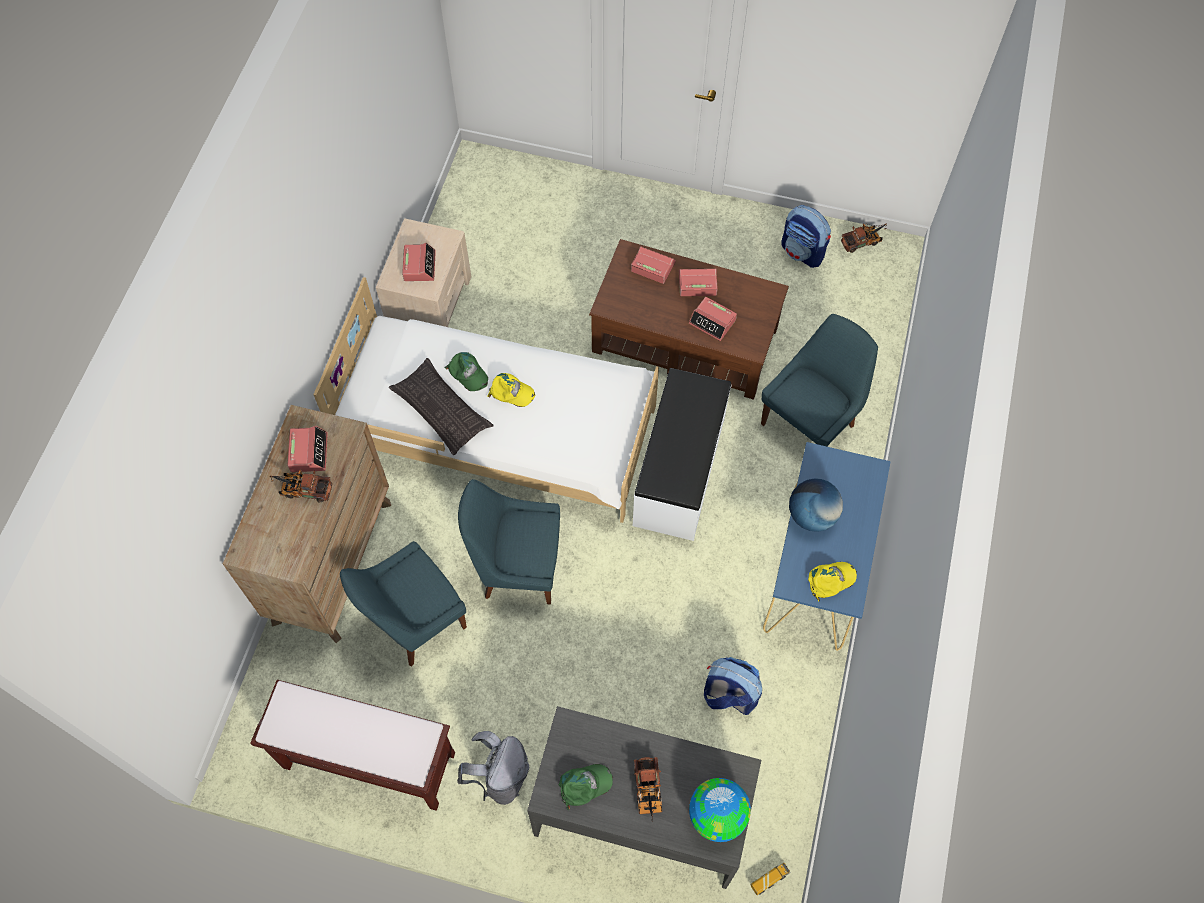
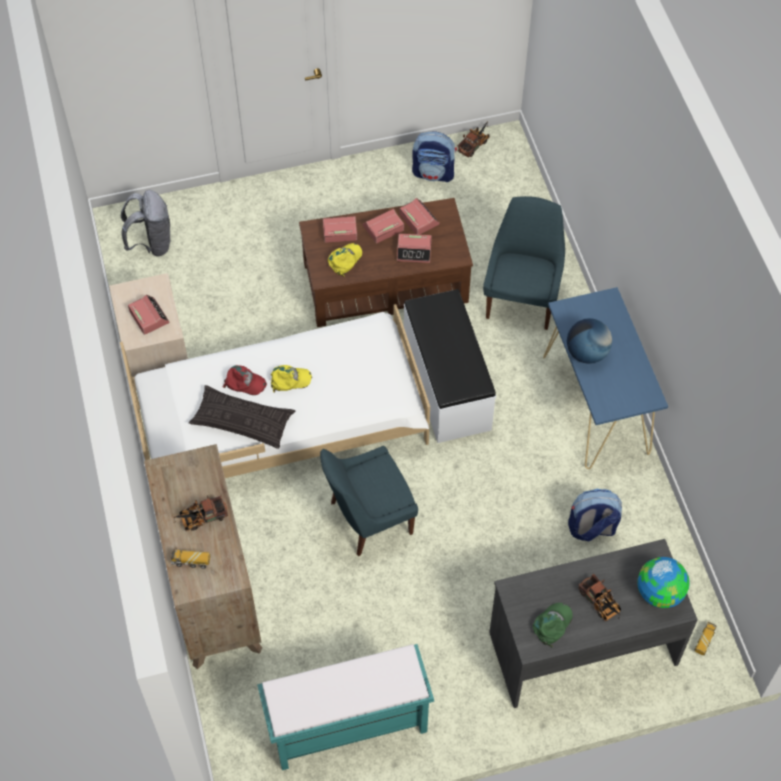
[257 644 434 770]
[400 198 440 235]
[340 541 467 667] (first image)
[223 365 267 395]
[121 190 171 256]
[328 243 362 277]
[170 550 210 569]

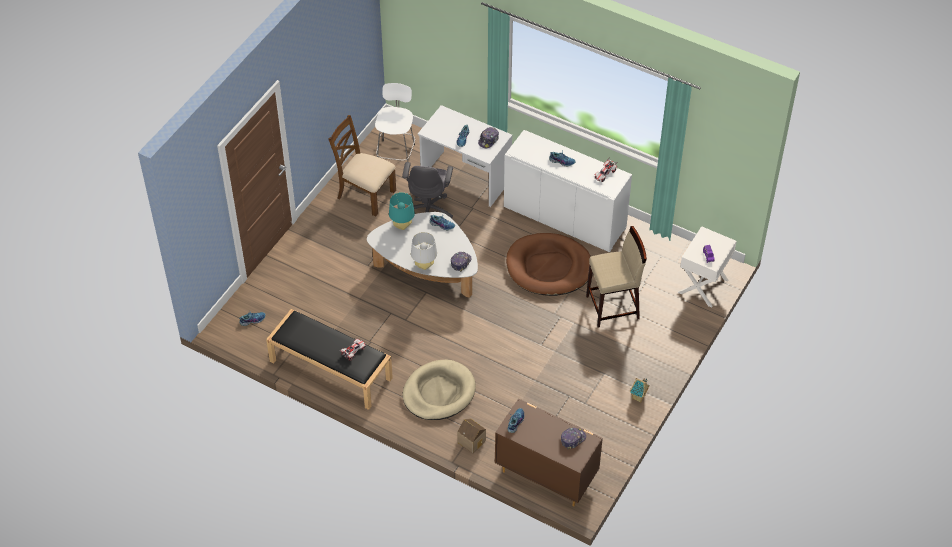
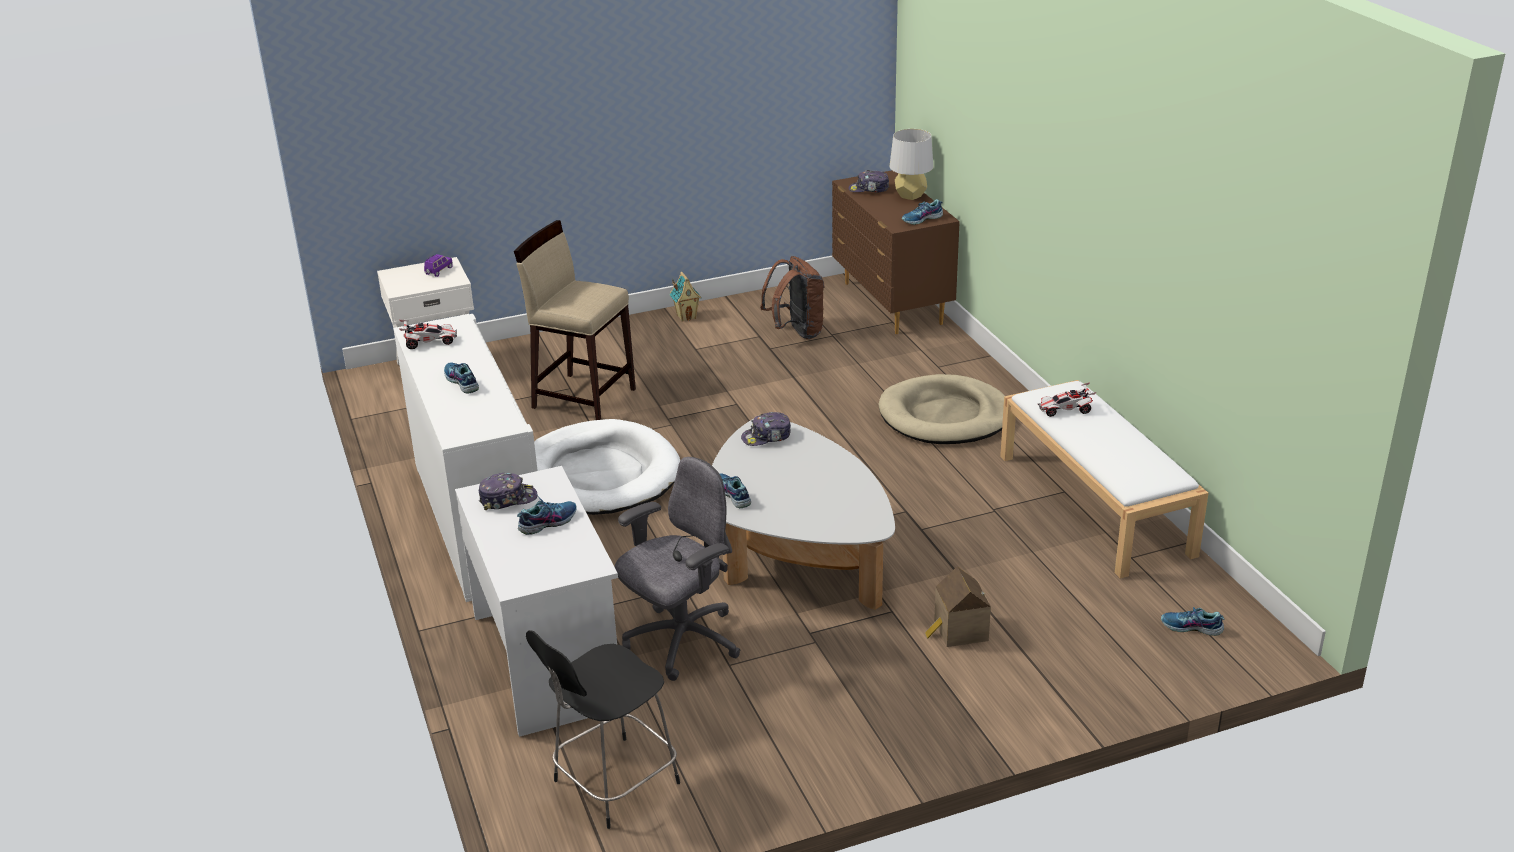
[1000 380 1209 578]
[328 115 396 217] (first image)
[526 630 680 829]
[389 192 415 230] (first image)
[890 129 933 200]
[925 566 991 647]
[534 419 680 515]
[760 256 825 339]

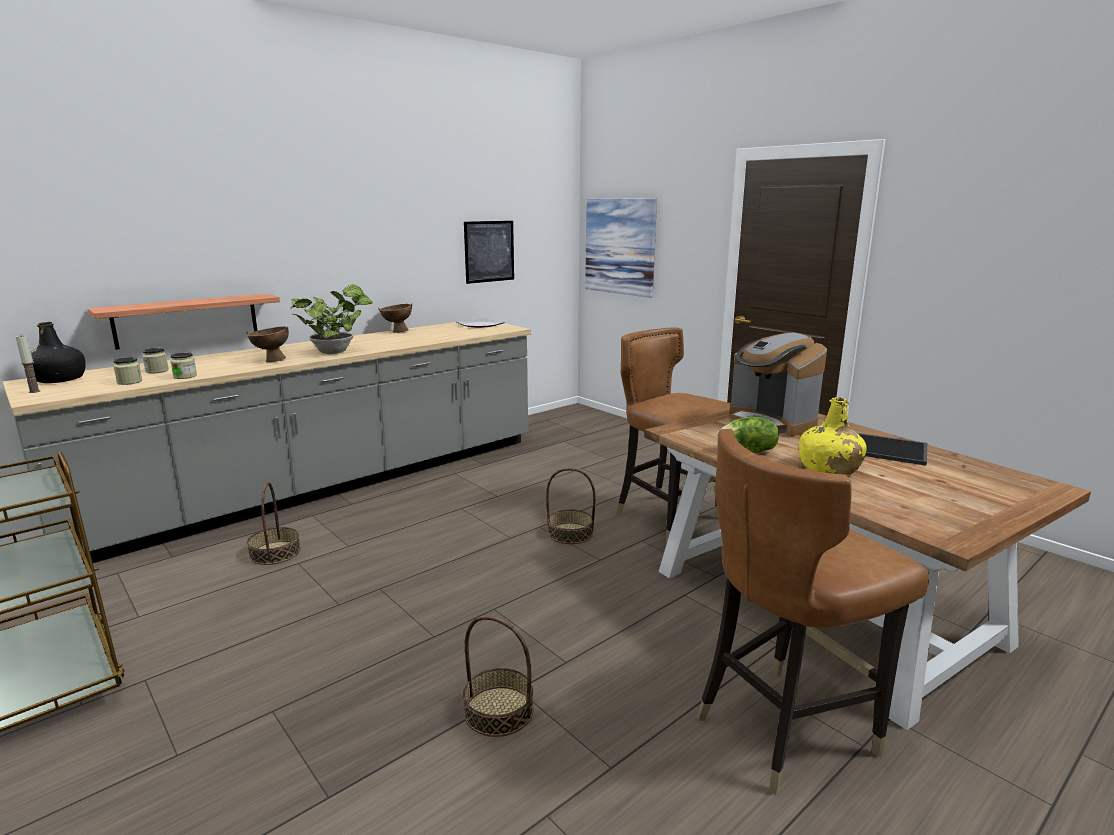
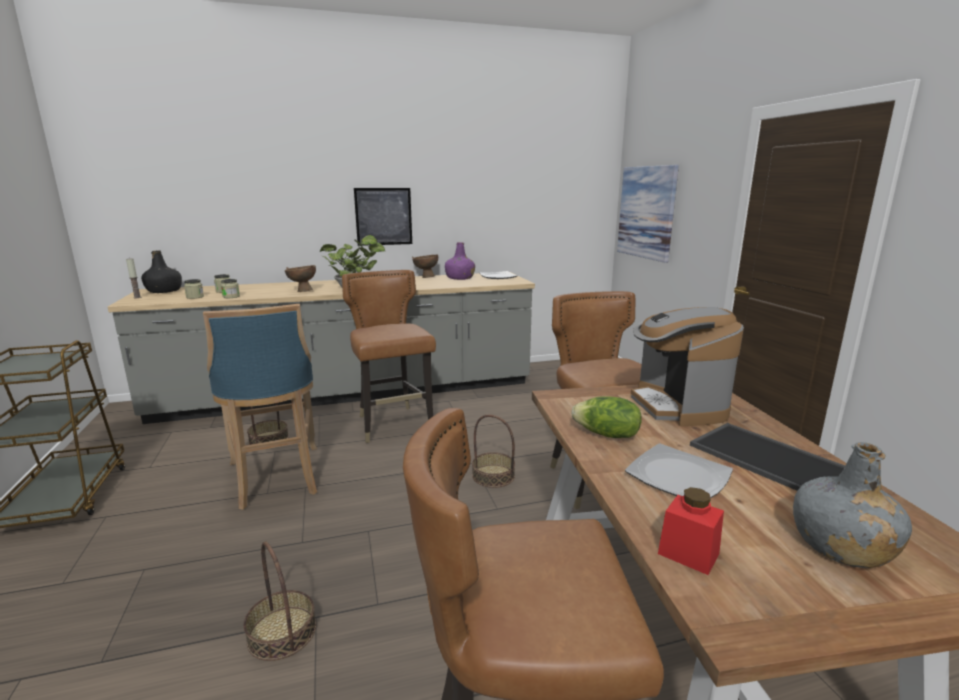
[88 293 280 350] (first image)
[354 188 412 246]
[625 444 733 498]
[203 304 317 510]
[342 270 436 443]
[445 242 475 280]
[658 487 724 575]
[793 442 912 568]

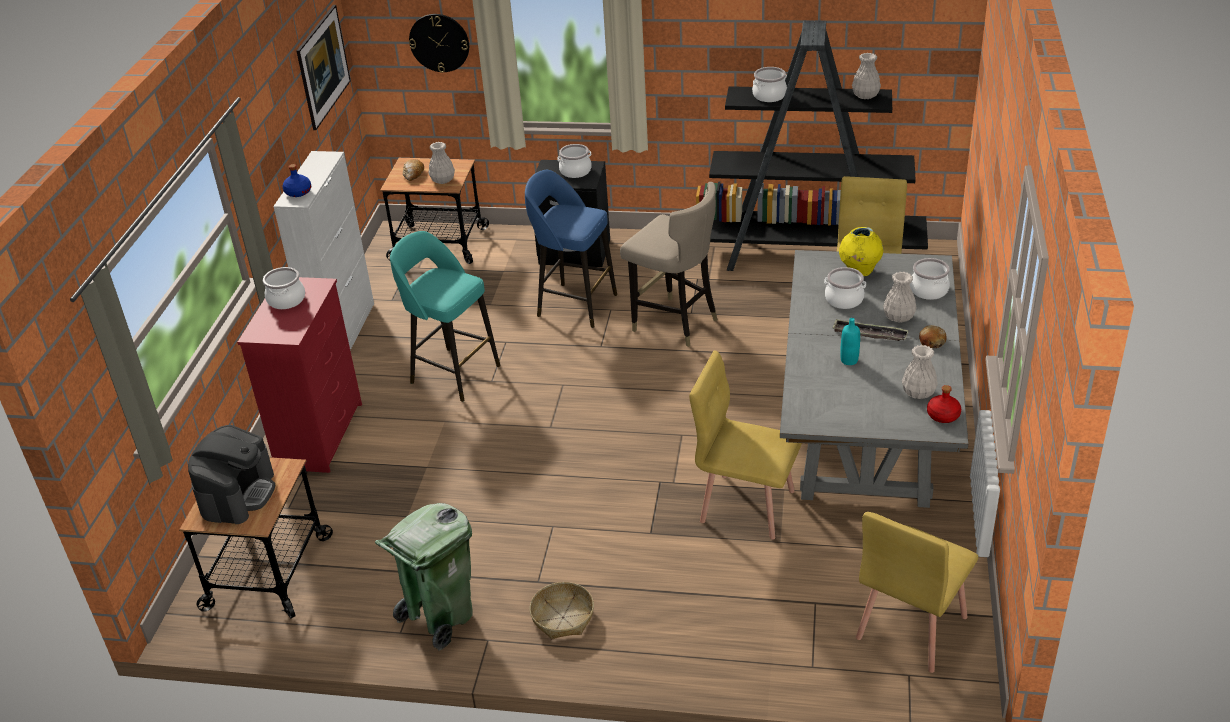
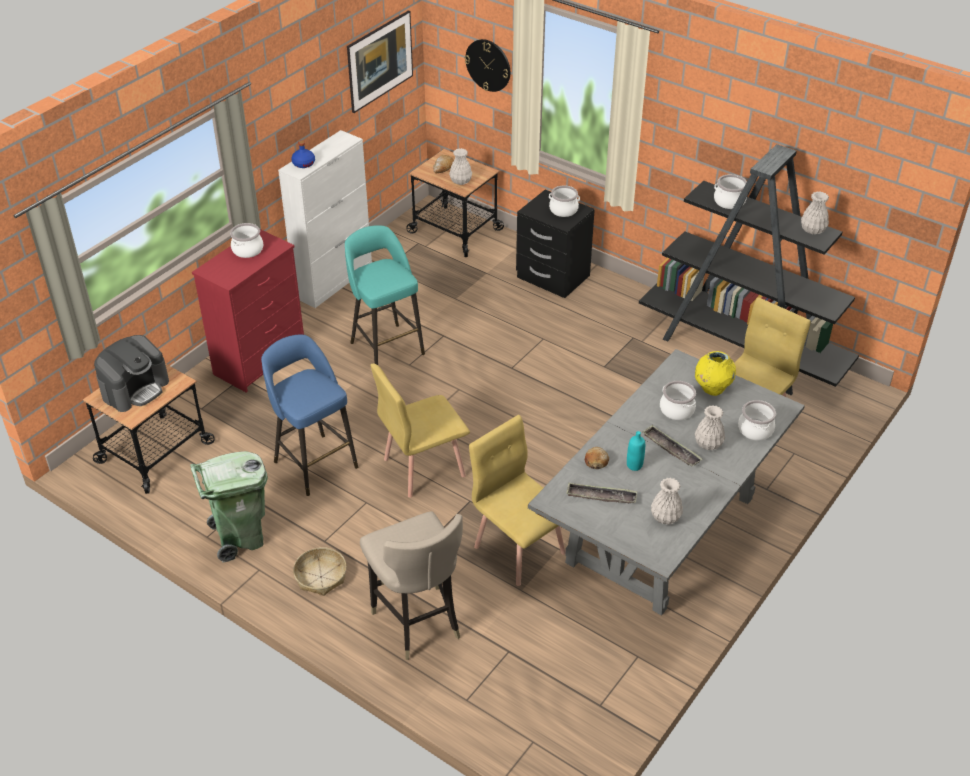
[261 334 358 496]
[360 511 463 660]
[370 363 470 498]
[585 447 609 469]
[927 385 961 423] (first image)
[566 483 637 504]

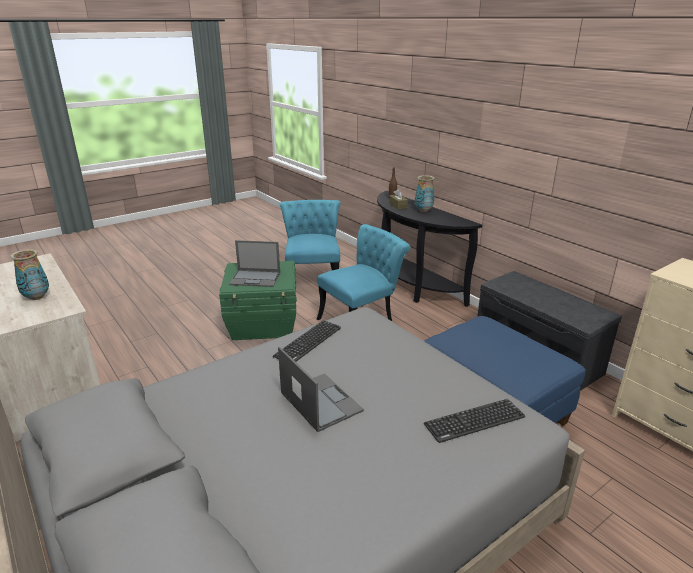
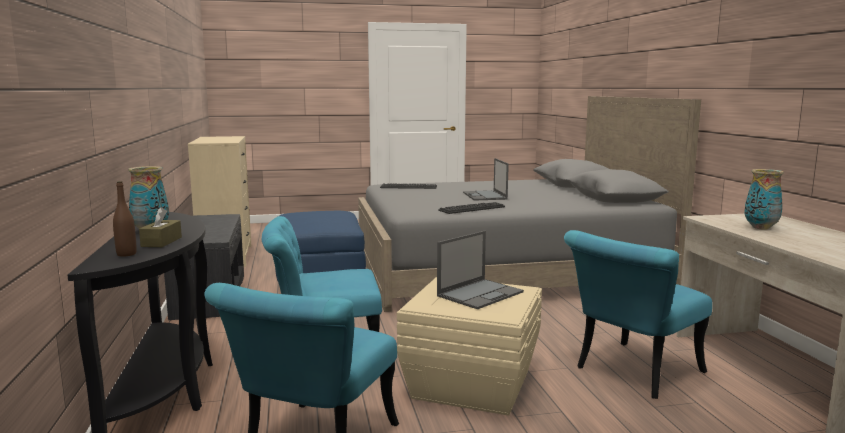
[397 277 542 416]
[437 231 524 309]
[564 230 712 399]

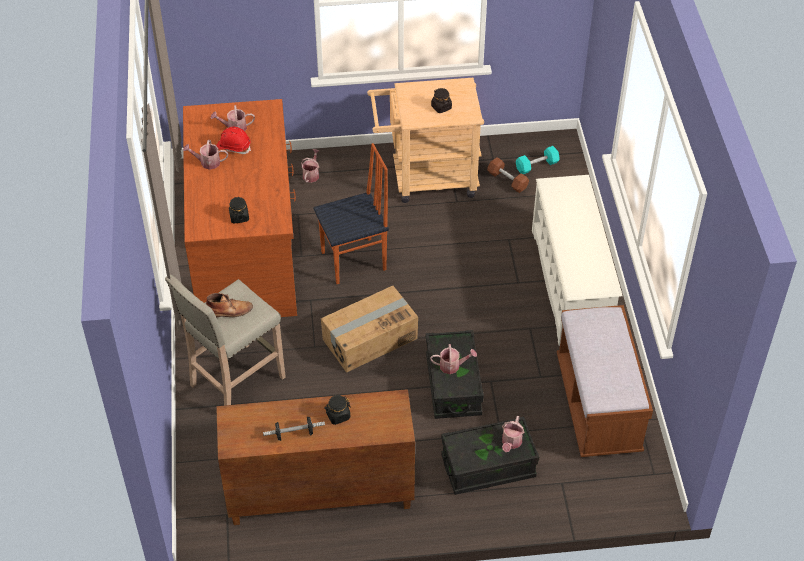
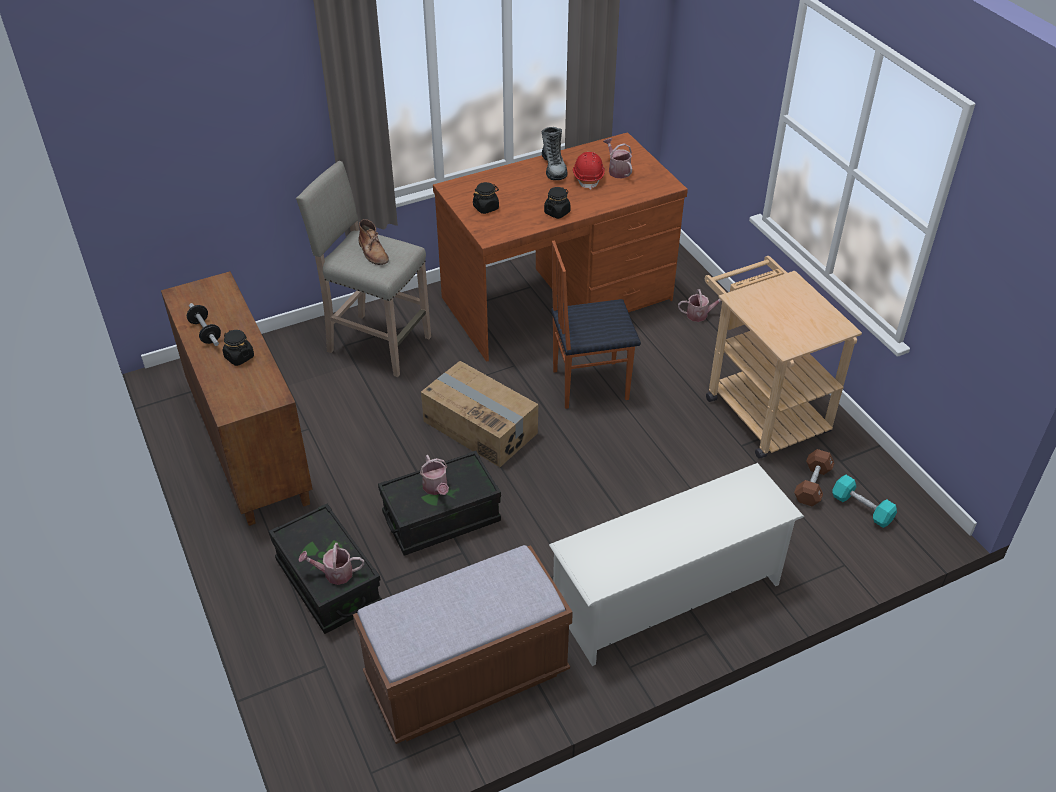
[542 127 568 180]
[551 241 641 409]
[544 187 571 219]

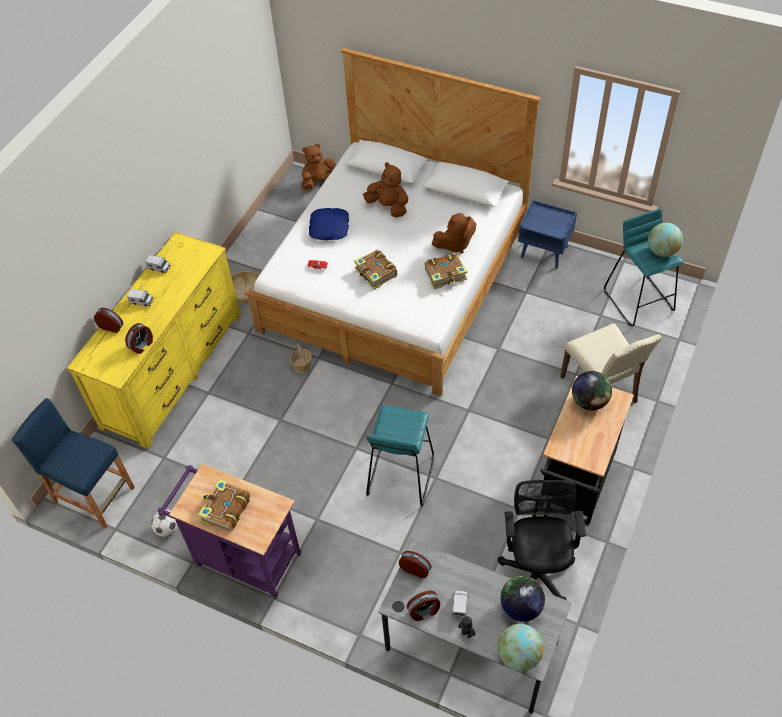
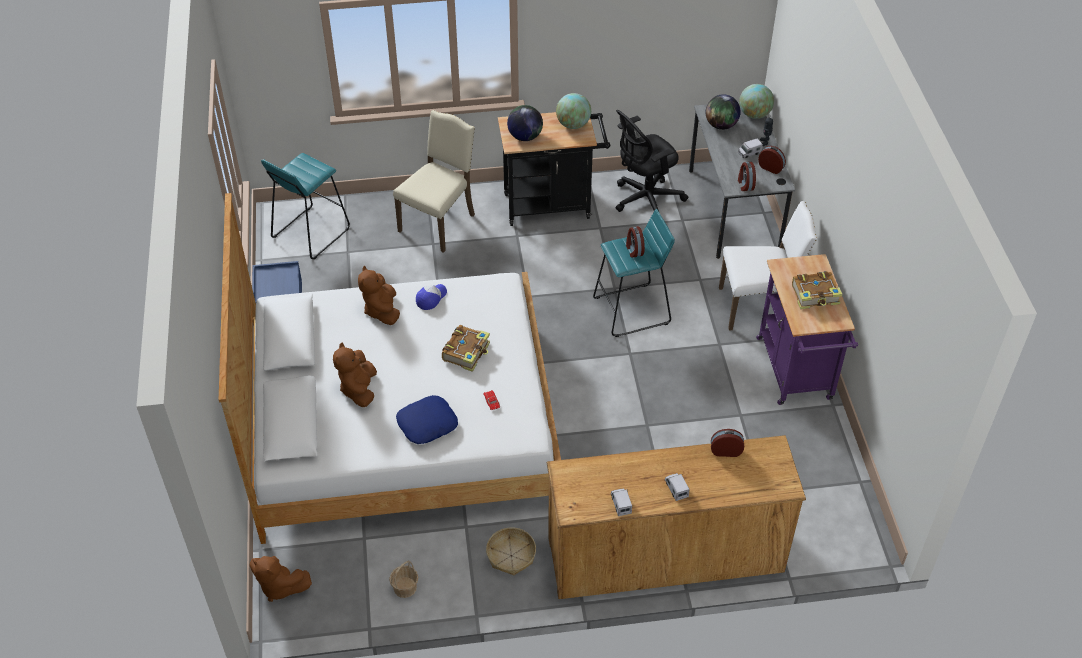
[12 398 135 529] (first image)
[547 435 806 599]
[626 226 645 258]
[151 509 178 537] (first image)
[389 561 418 598]
[416 284 447 310]
[358 266 400 325]
[556 93 591 129]
[719 201 818 330]

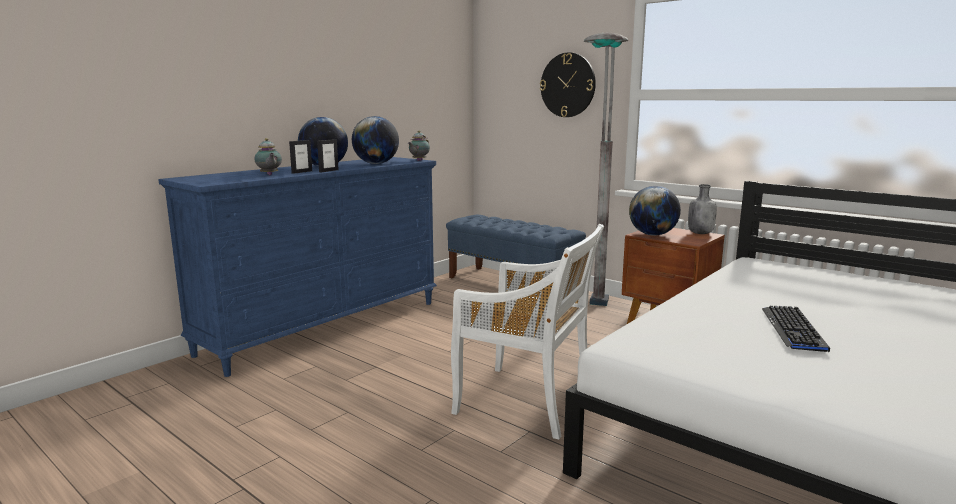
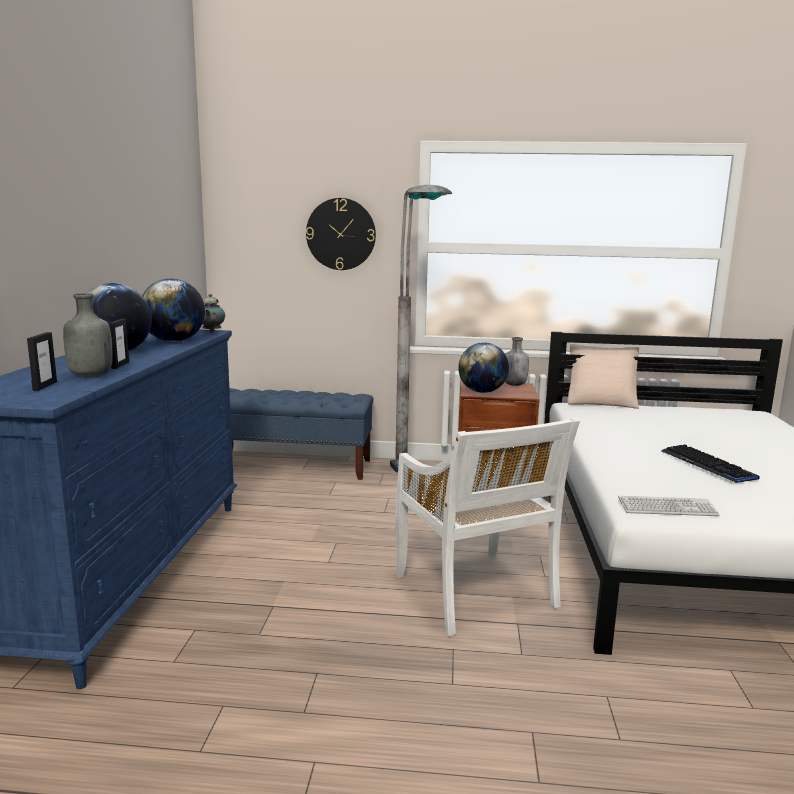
[63 293 113 377]
[27 332 57 391]
[395 417 580 636]
[568 344 639 409]
[618 496 720 516]

